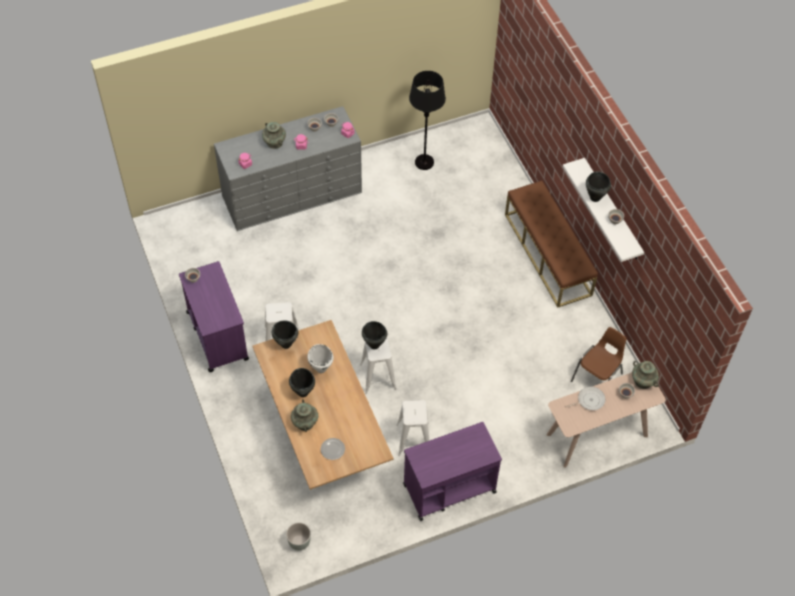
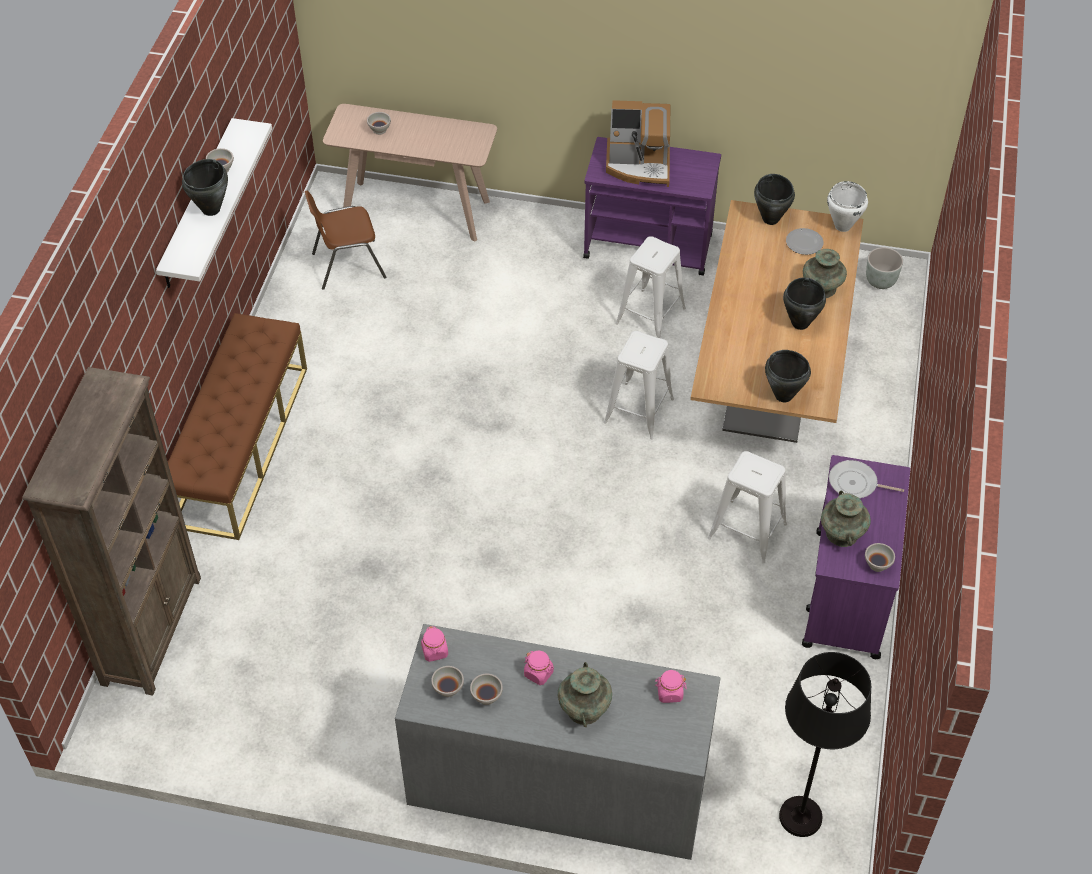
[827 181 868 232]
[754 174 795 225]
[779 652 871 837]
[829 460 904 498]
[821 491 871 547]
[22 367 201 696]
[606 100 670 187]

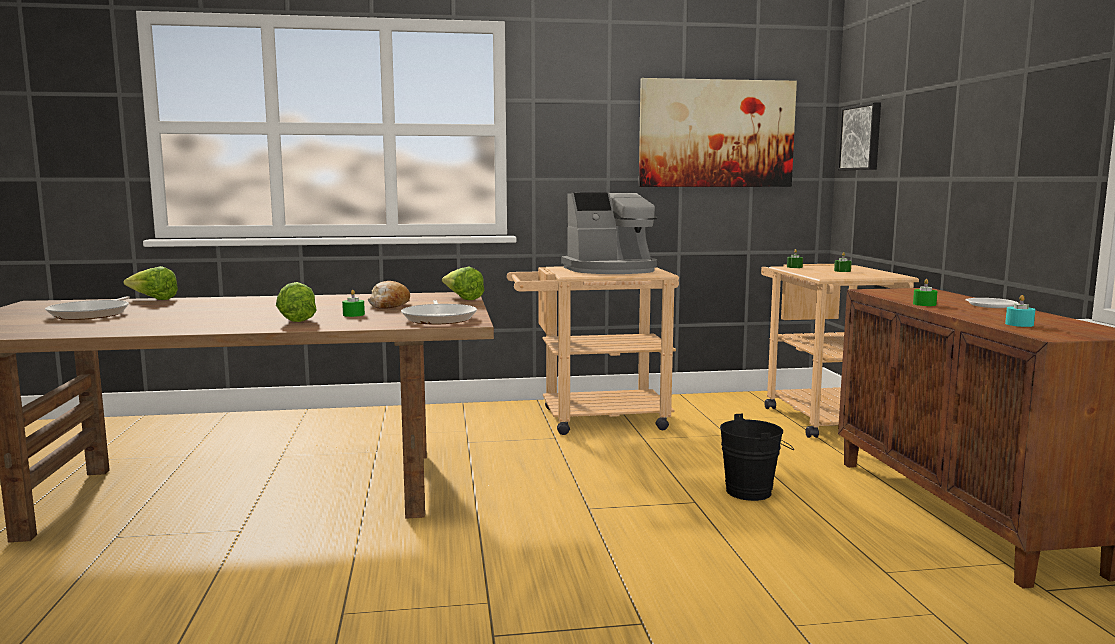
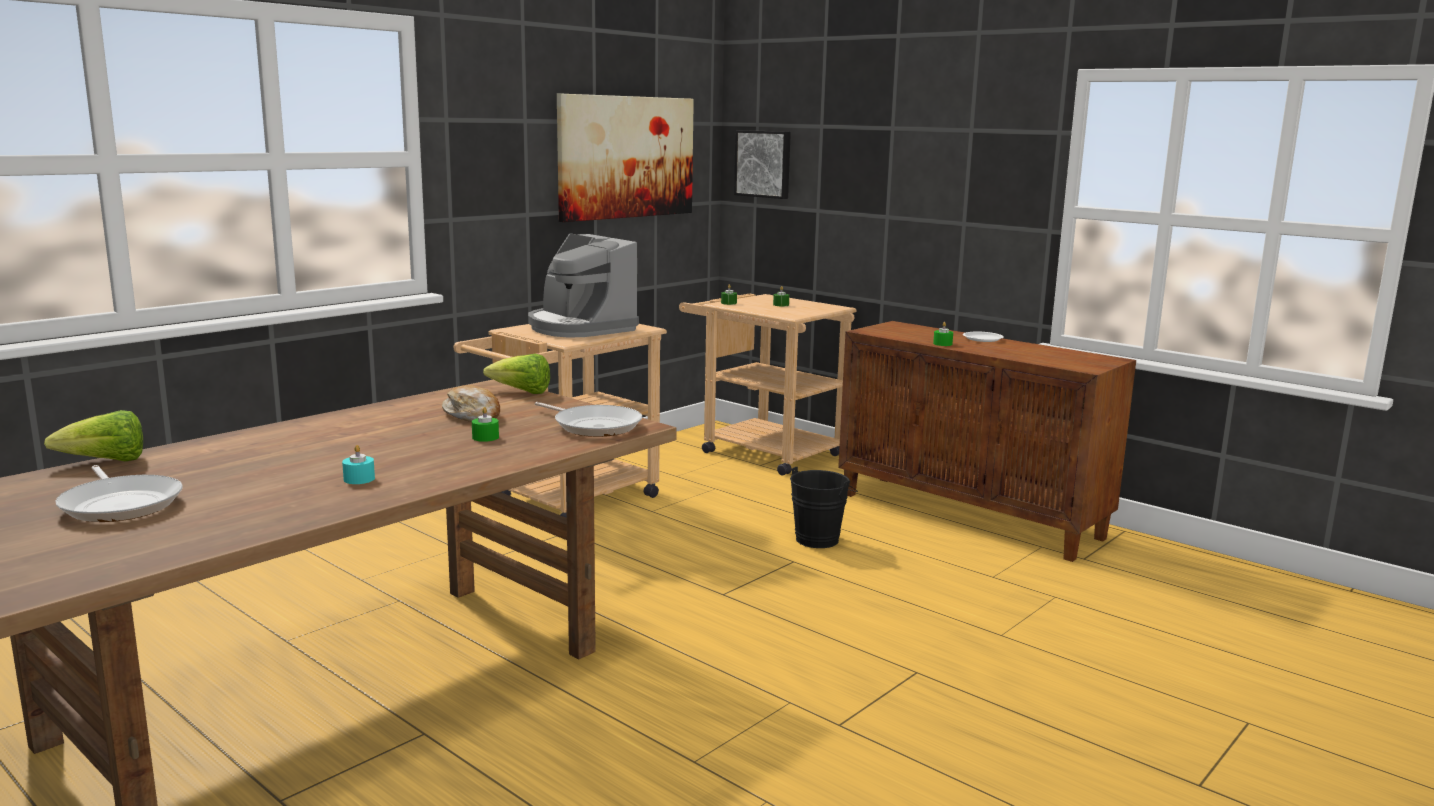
[276 282 317 322] (first image)
[528 234 639 338]
[342 445 375 484]

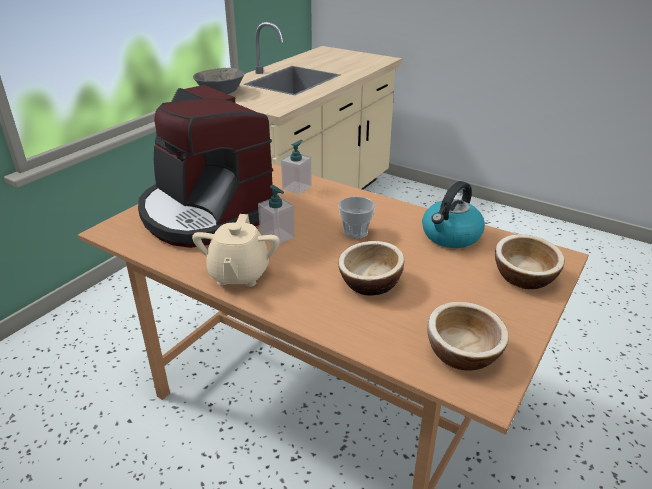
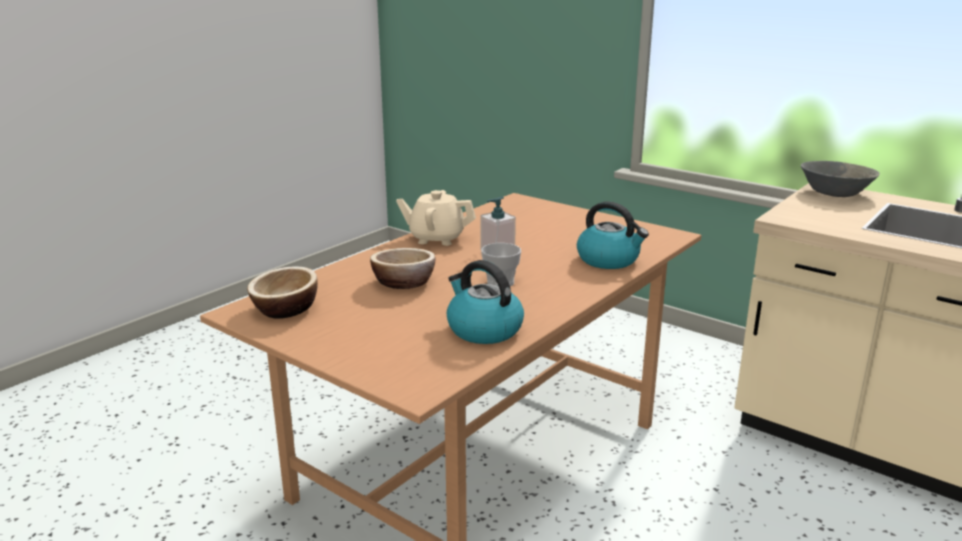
[138 85 273 248] (first image)
[577 201 649 269]
[495 234 565 289] (first image)

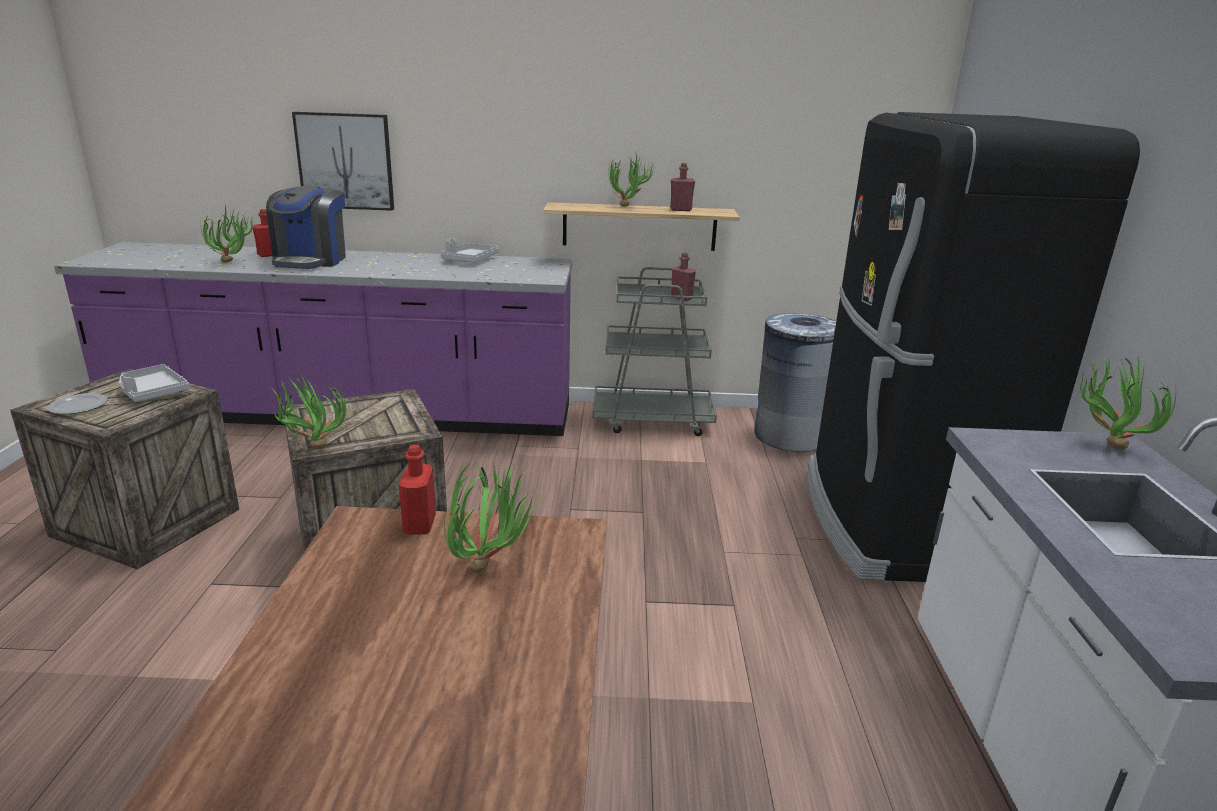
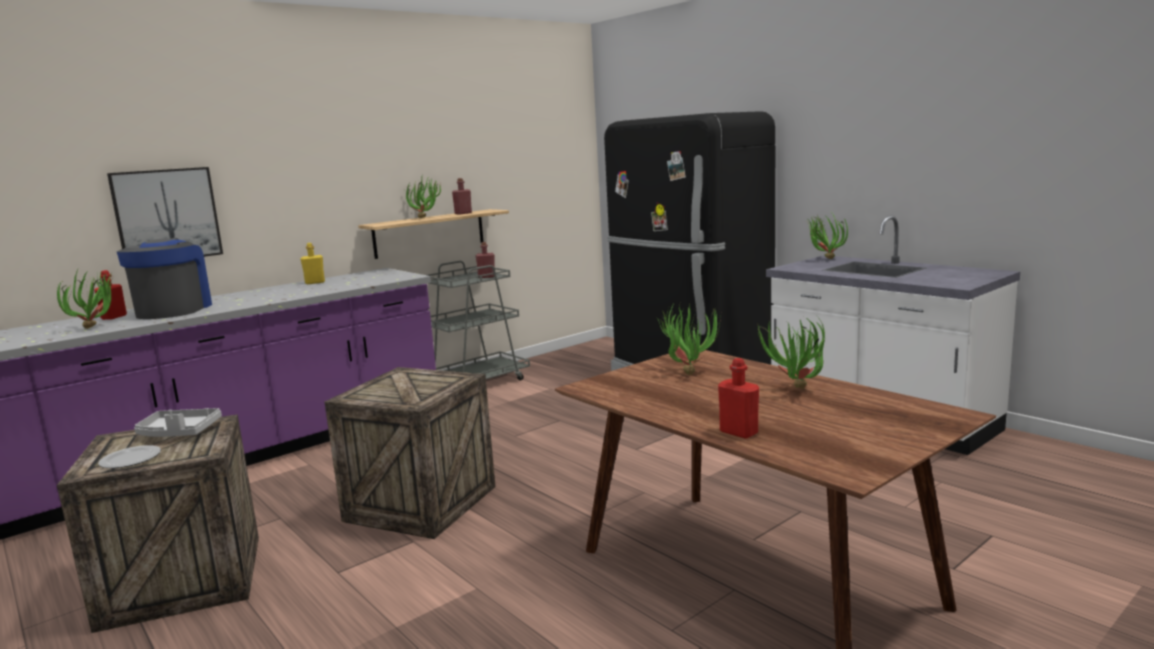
[117 238 212 319]
[758 313 825 389]
[718 358 759 439]
[300 243 325 284]
[755 313 836 452] (first image)

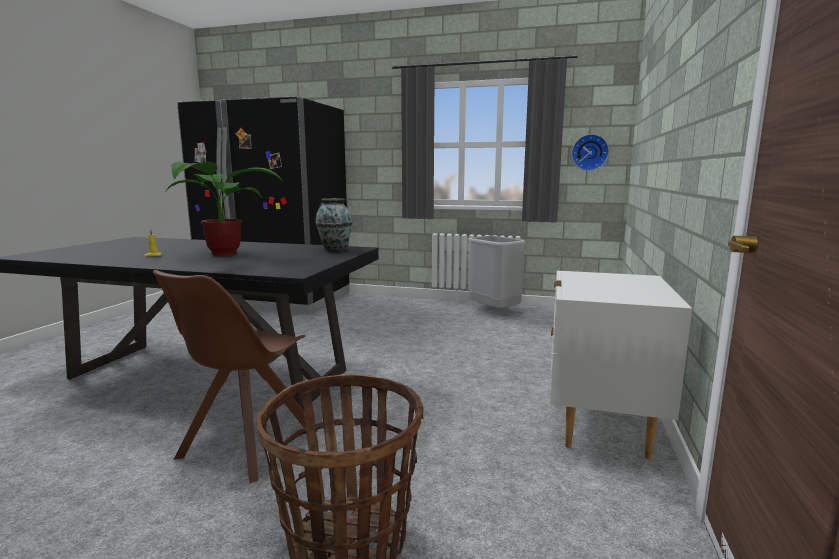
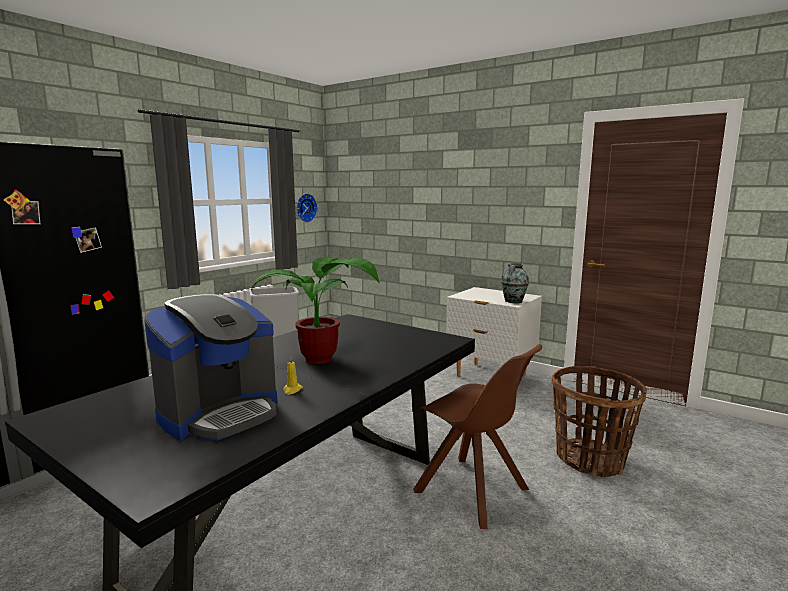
[501 263 529 303]
[144 294 277 441]

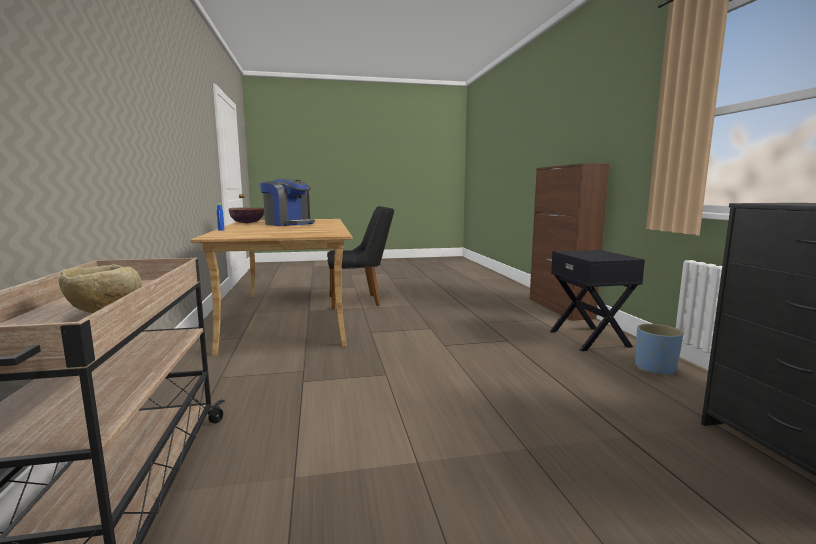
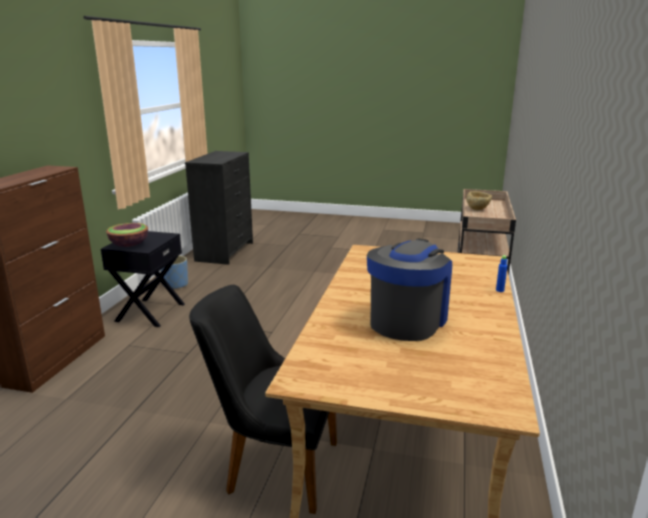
[106 223 148 247]
[367 239 452 341]

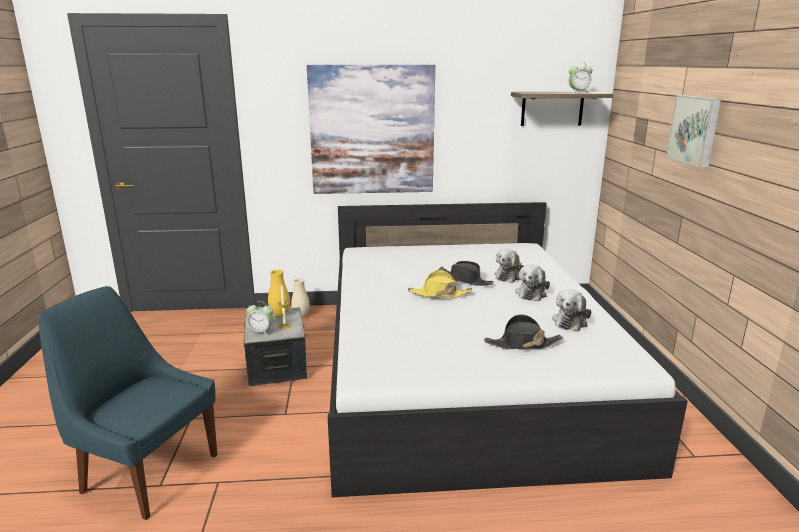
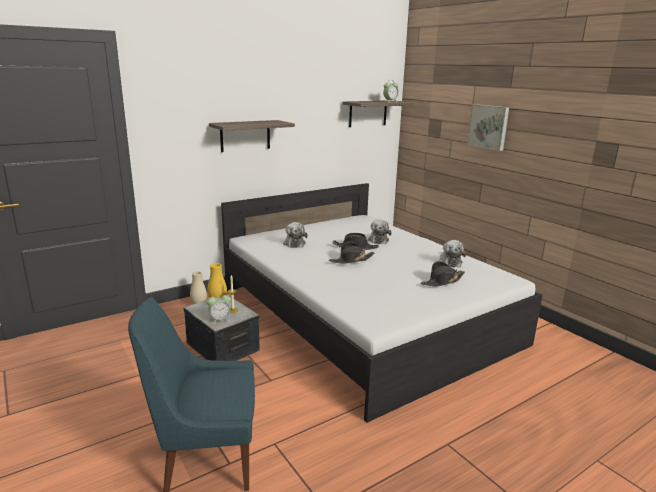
[209 120 295 152]
[329 242 375 264]
[283 222 308 248]

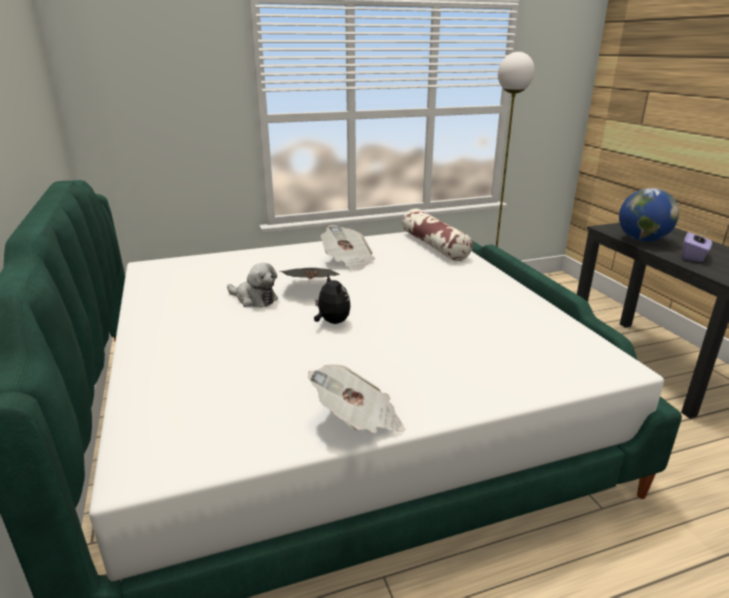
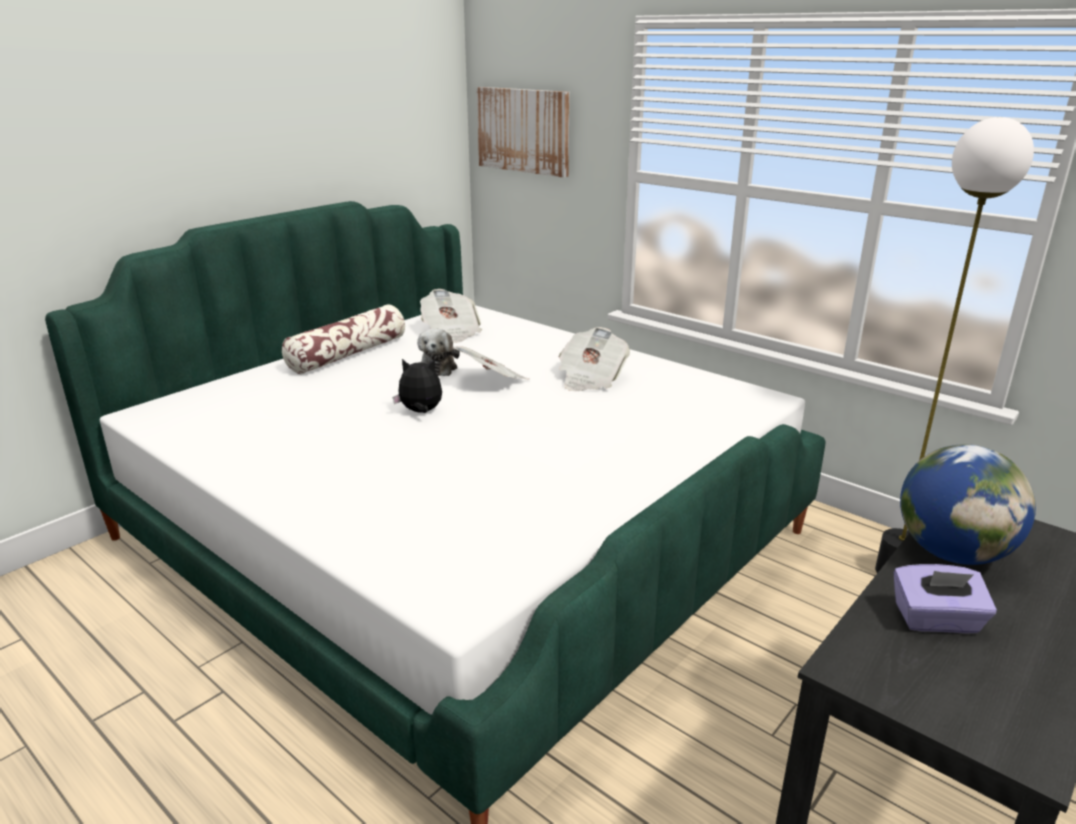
[420 289 482 343]
[392 359 442 413]
[282 304 405 374]
[477 87 570 178]

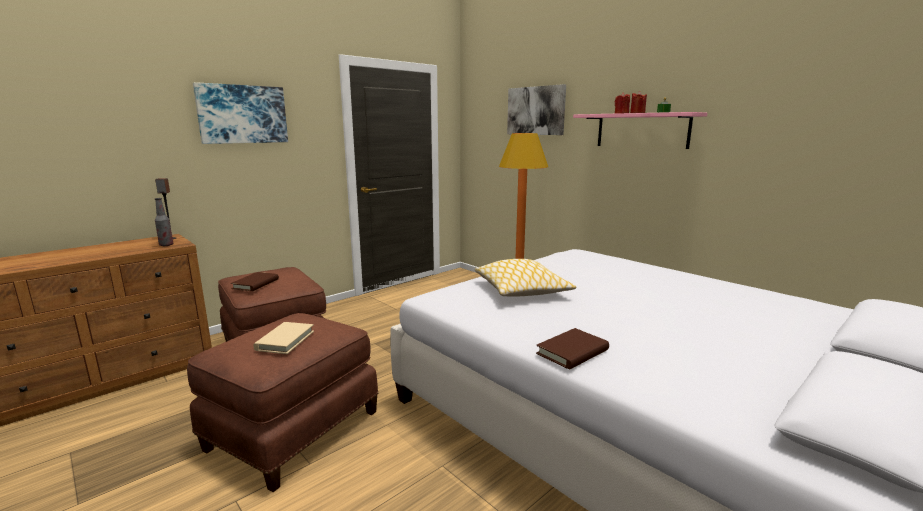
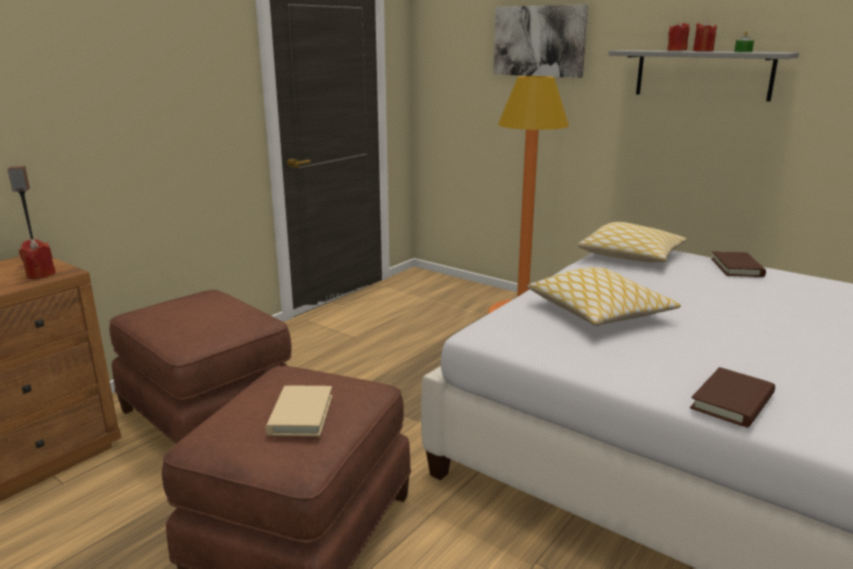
[19 239 56 279]
[193 82 288 144] (first image)
[711 251 766 277]
[609 50 799 101]
[577 222 687 262]

